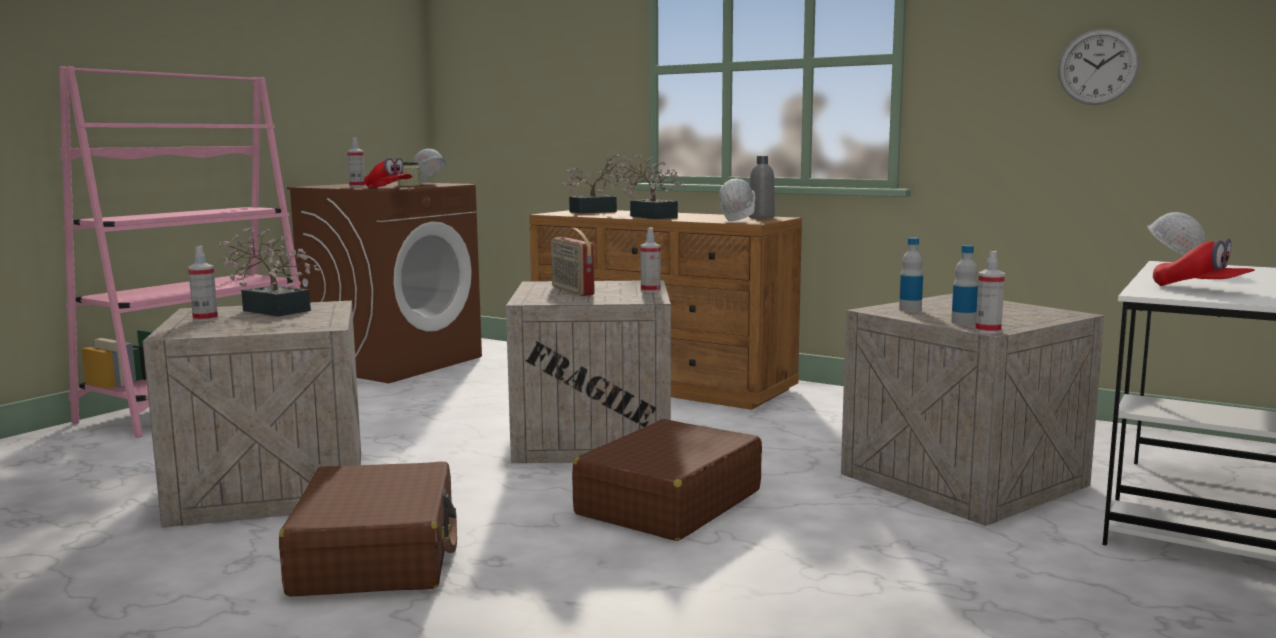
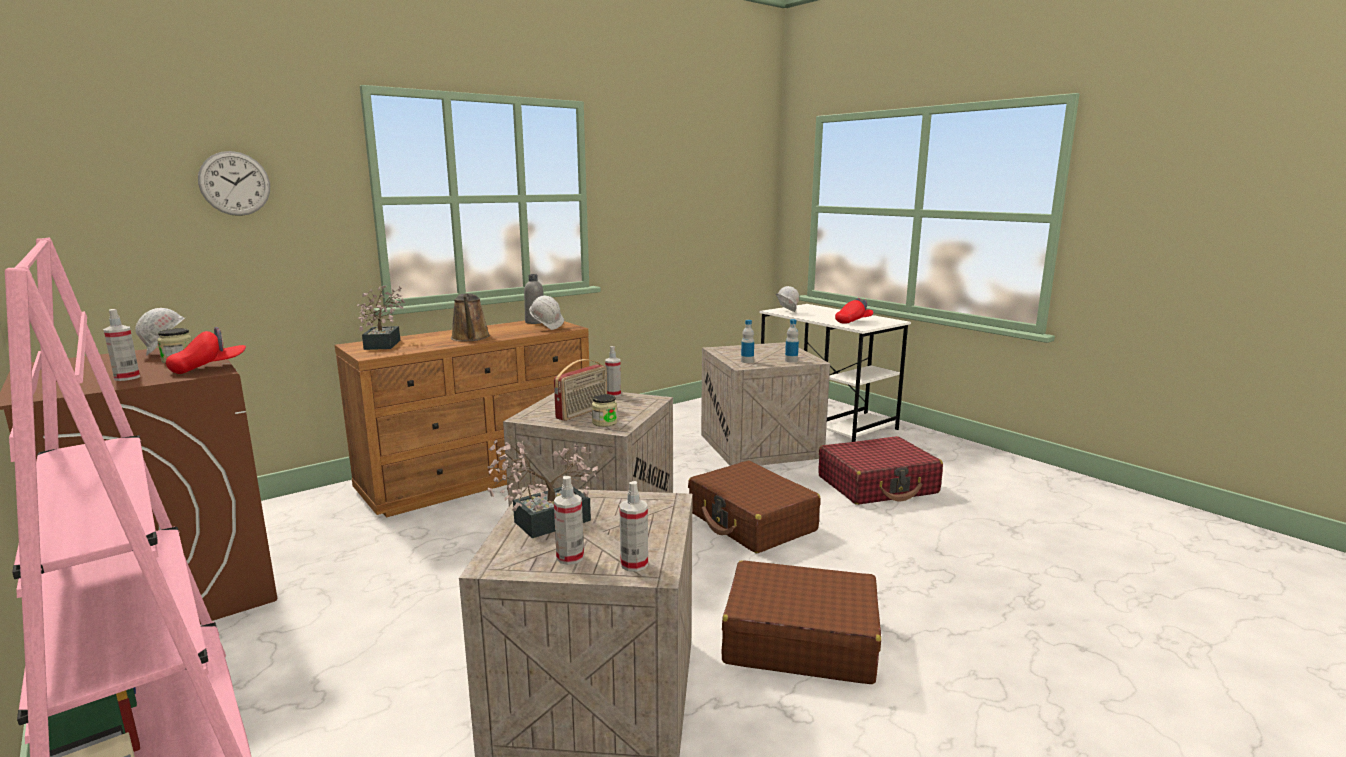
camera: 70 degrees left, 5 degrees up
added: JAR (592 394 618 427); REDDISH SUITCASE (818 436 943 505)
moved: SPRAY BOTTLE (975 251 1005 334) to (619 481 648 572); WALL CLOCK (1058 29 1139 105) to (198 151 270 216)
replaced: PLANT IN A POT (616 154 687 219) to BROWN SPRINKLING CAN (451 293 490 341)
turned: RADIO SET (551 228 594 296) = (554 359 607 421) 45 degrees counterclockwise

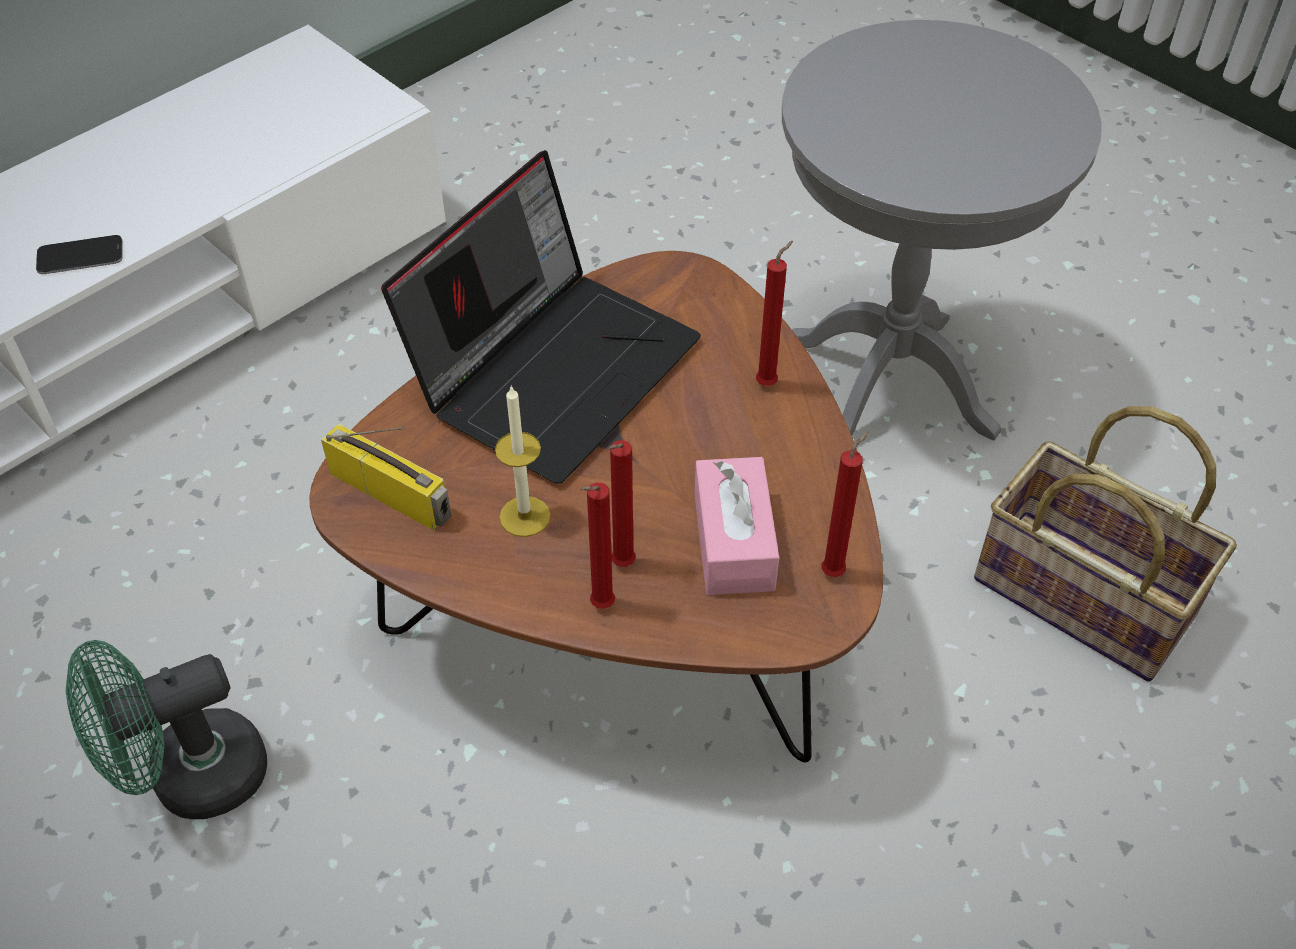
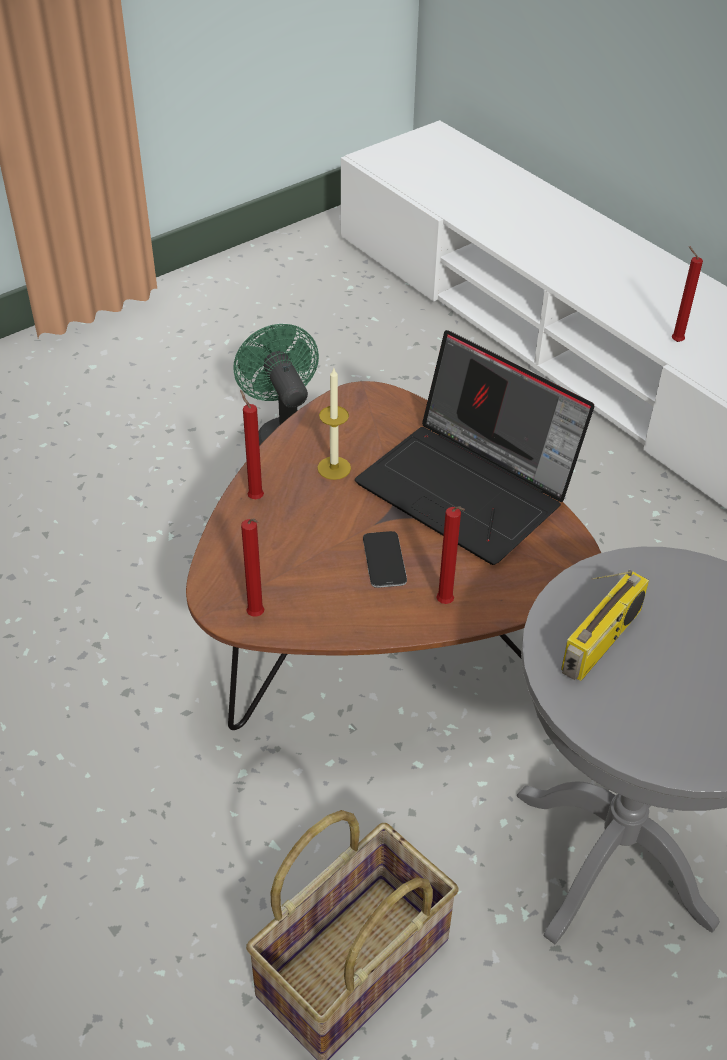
camera: 95 degrees right, 5 degrees down
removed: PINKISH BOX OF TISSUES (694 457 779 595)
moved: HANDSET (36 235 122 274) to (363 531 407 588); RADIO SET (321 424 452 530) to (561 570 649 681); REDDISH WAX LIGHT (608 440 636 567) to (672 246 703 342)

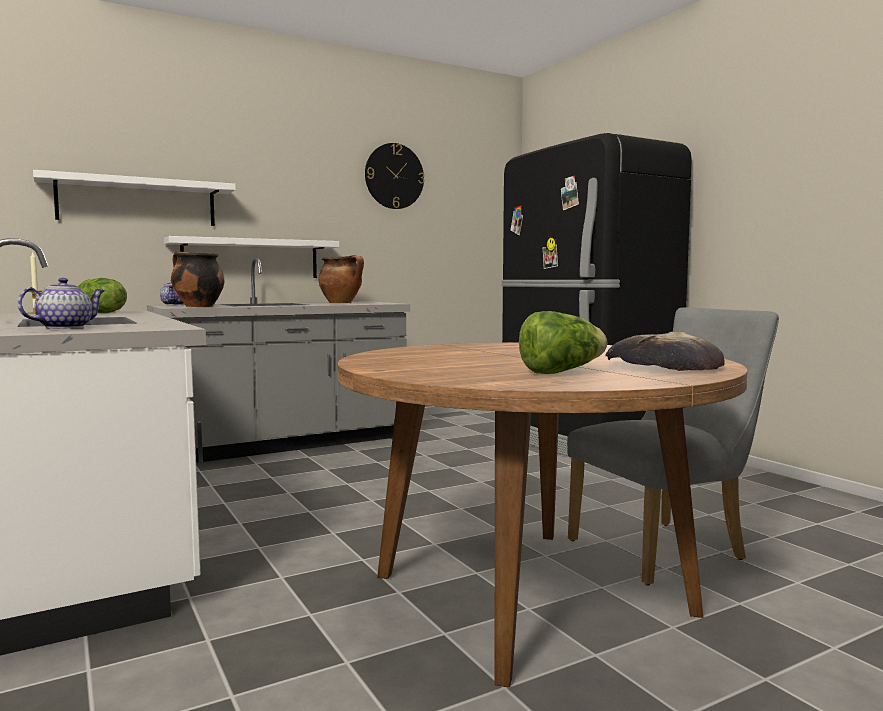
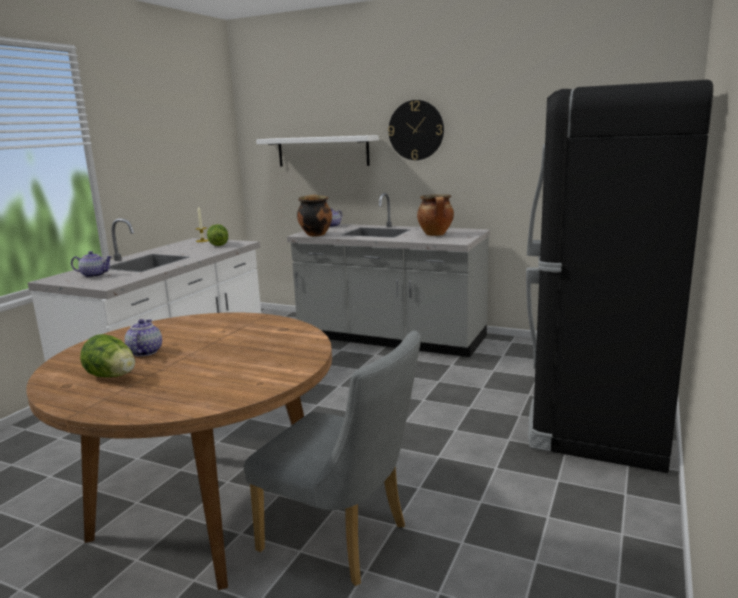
camera: 55 degrees right, 10 degrees up
removed: WHITE BRACKET SHELF (164 236 339 278); BAKERY BREAD (605 331 725 371)
added: TEA POT (125 319 162 357)
moved: WALL CLOCK (365 143 425 209) to (388 100 444 160)

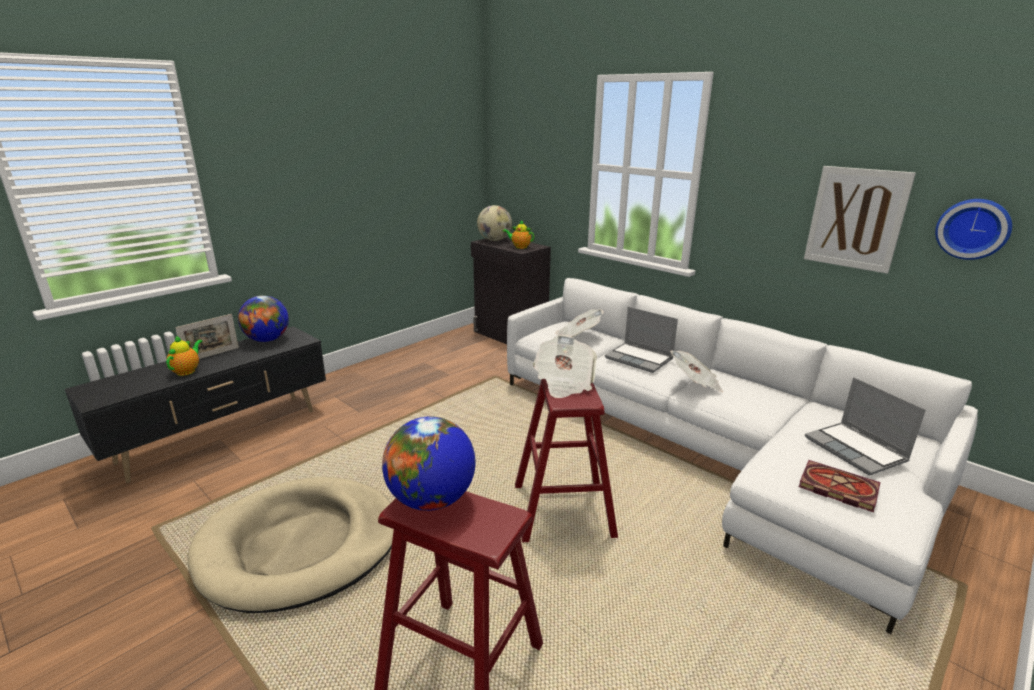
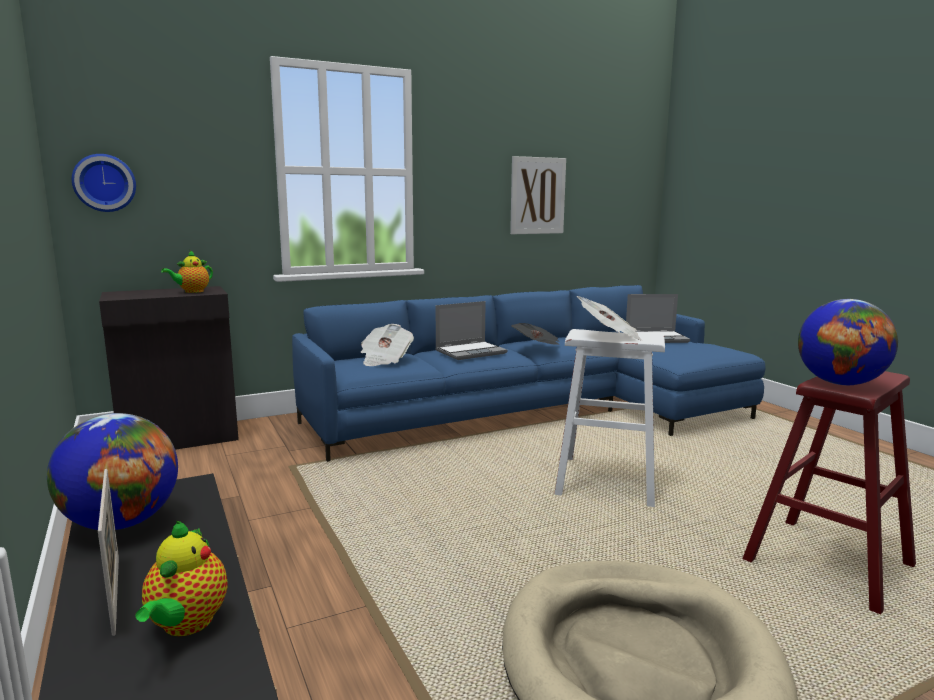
camera: 70 degrees left, 10 degrees down
removed: GLOBE (477 205 512 241); VOLUME (798 460 881 512)
moved: WALL CLOCK (935 199 1012 260) to (72 154 136 212)
recoloured: WHITE SOFA (507 278 978 634) to BLUE-COLOURED SOFA (292 285 766 462); REDDISH SITTING STOOL (515 379 618 542) to WHITE SITTING STOOL (554 329 665 507)
turned: TEA POT (166 335 203 376) = (135 521 228 636) 120 degrees counterclockwise

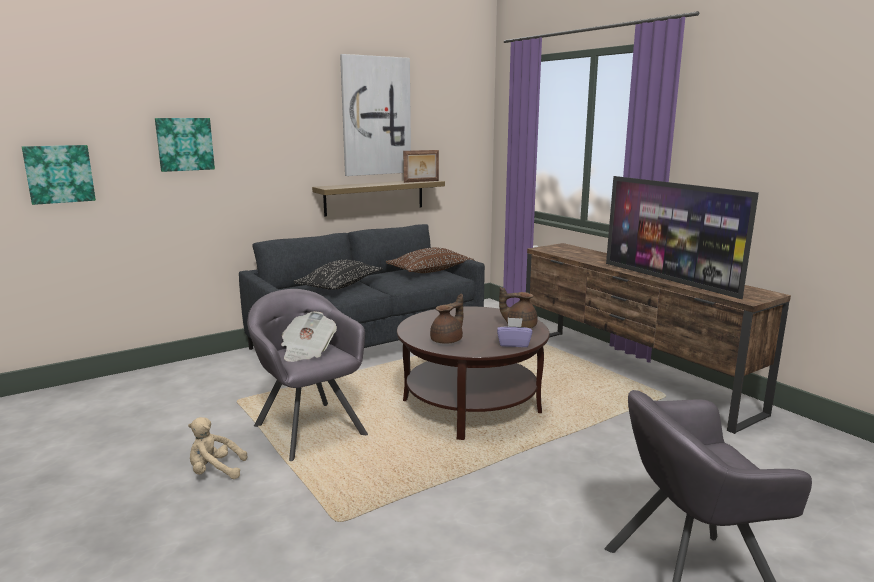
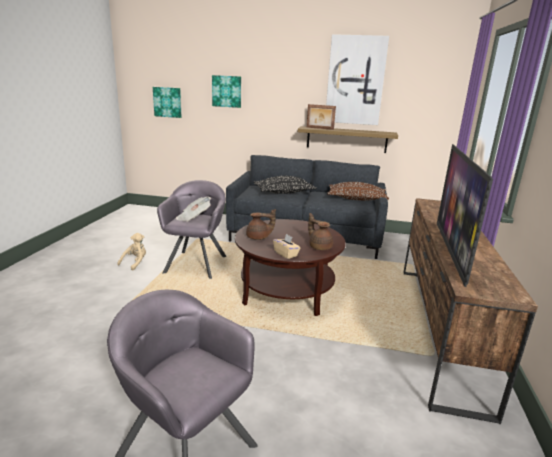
camera: 45 degrees right, 5 degrees up
moved: PHOTO FRAME (403 150 439 183) to (307 104 336 130)
recoloured: PURPLE-COLOURED BOX OF TISSUES (497 318 532 347) to BEIGE-COLOURED BOX OF TISSUES (273 234 300 259)
turned: BEIGE-COLOURED CUDDLY TOY (188 417 247 479) = (117 233 146 271) 75 degrees clockwise

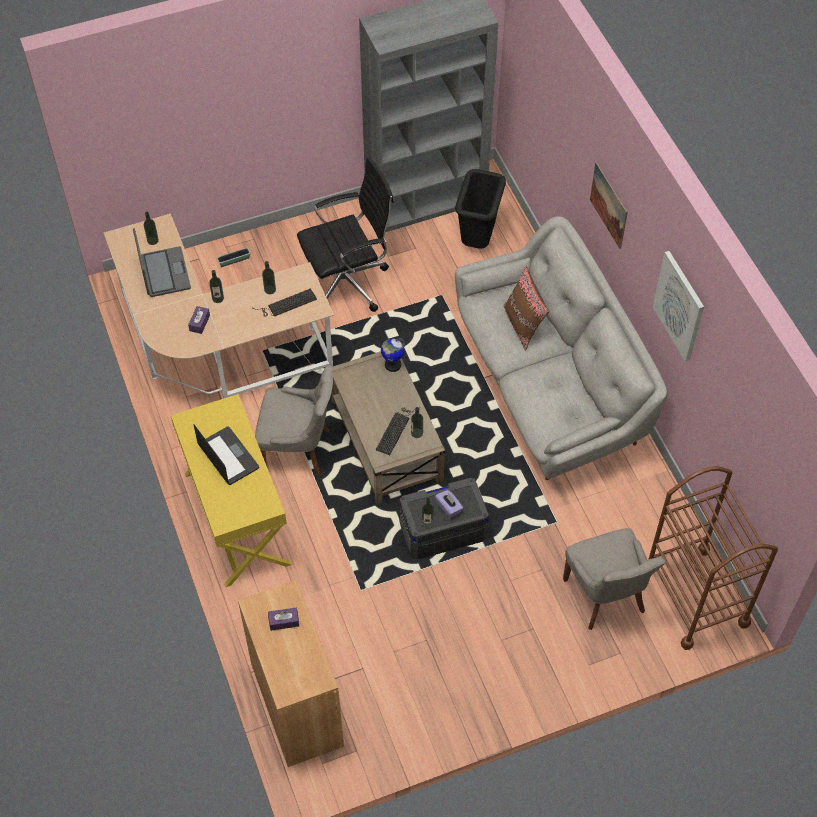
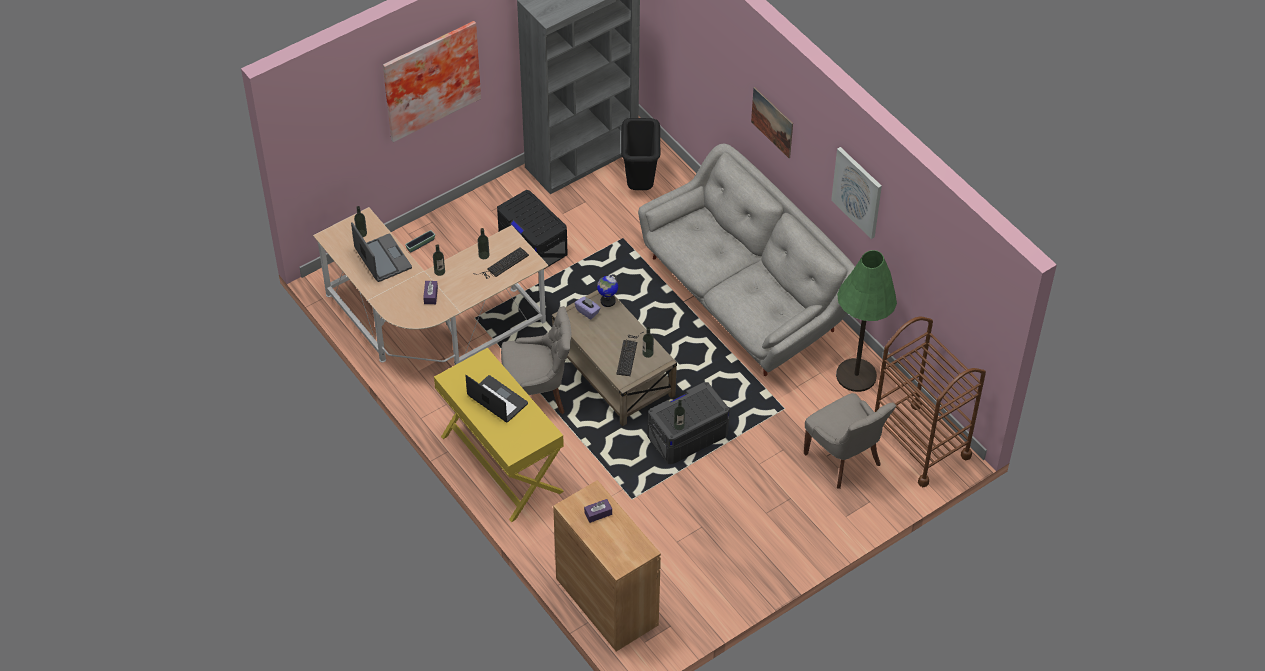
camera: 15 degrees left, 5 degrees down
removed: BROWN THROW PILLOW (504 266 549 350)
added: PICTURE (383 21 481 142); GREEN-COLOURED STANDARD LAMP (836 250 897 392)
moved: PURPLE-COLOURED BOX OF TISSUES (435 490 463 518) to (574 296 601 319)
replaced: BLACK OFFICE CHAIR (297 157 394 312) to BLACK STORAGE BIN (497 190 568 269)

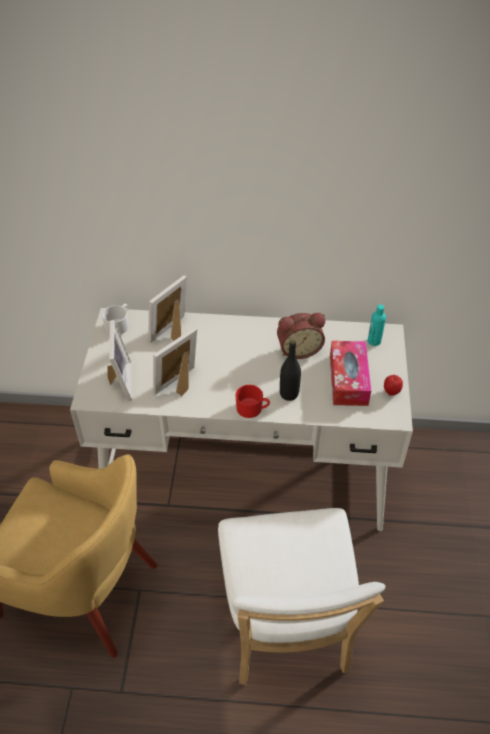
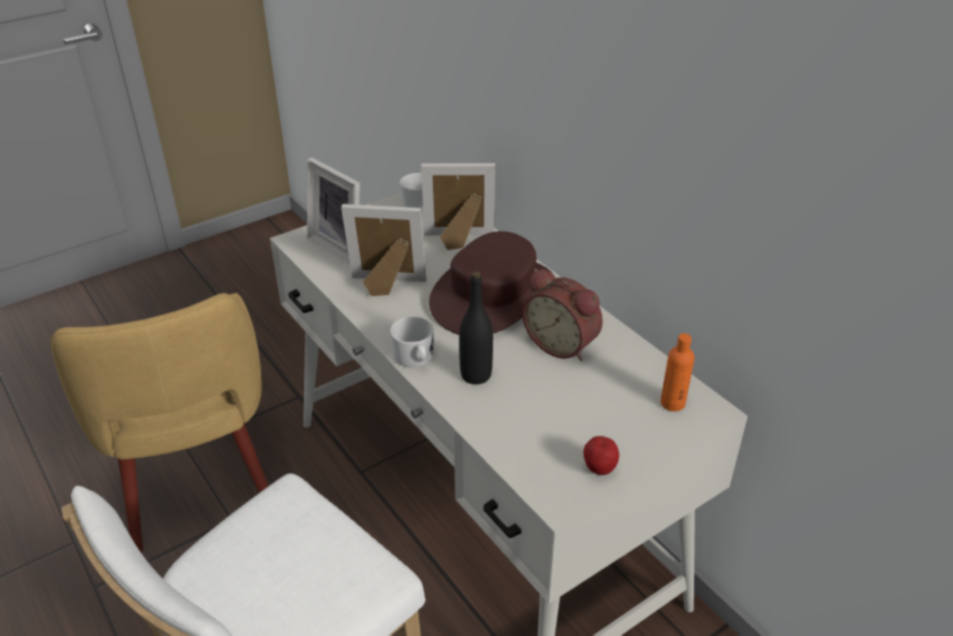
camera: 50 degrees right, 10 degrees down
removed: BOX OF TISSUES (330 341 371 406)
added: BROWN CLOTHING HAT (429 231 553 335)
recoloured: REDDISH COFFEE MUG (235 385 270 418) to WHITE COFFEE MUG (390 316 434 368); BLUE-GREEN DRINK BOTTLE (368 305 386 346) to ORANGE DRINK BOTTLE (661 333 694 411)
turned: PHOTO FRAME (107 320 132 401) = (307 158 360 264) 90 degrees clockwise

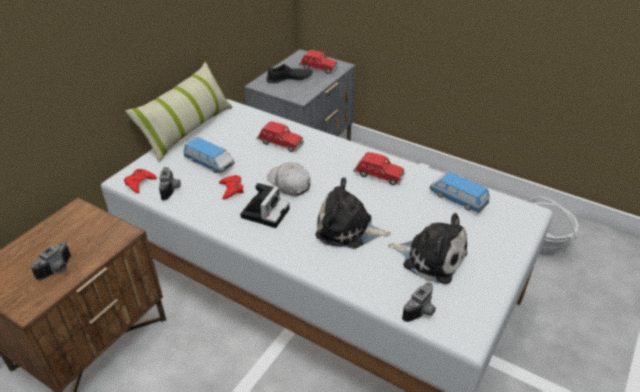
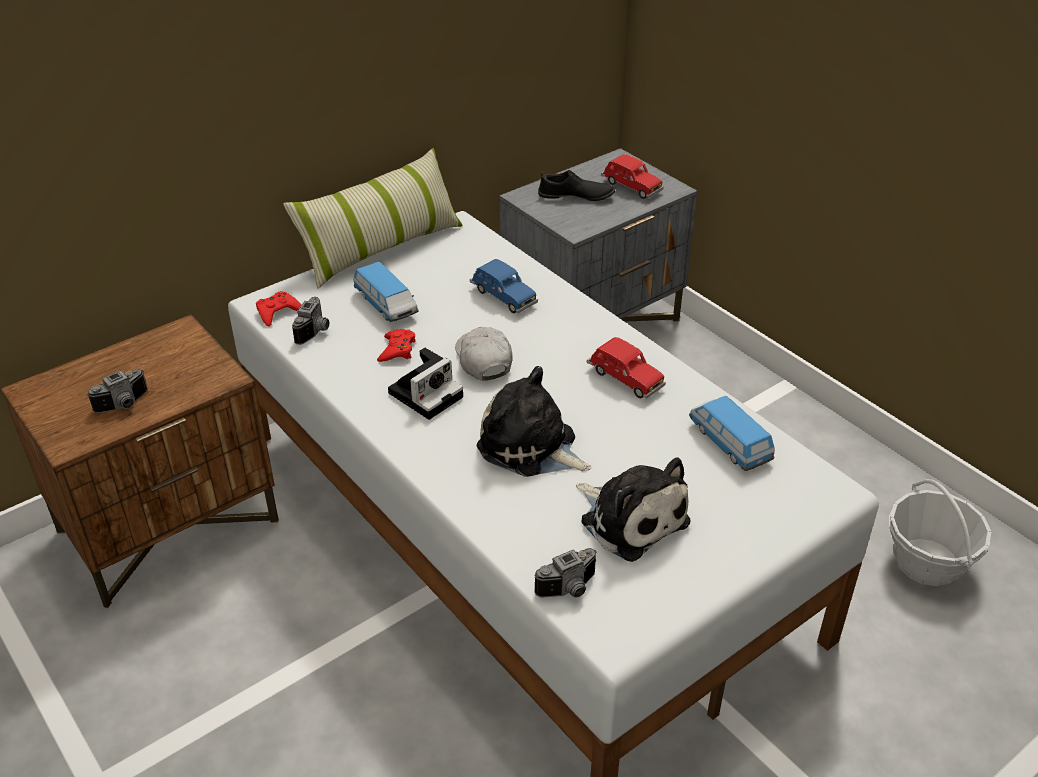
camera: 20 degrees right, 0 degrees up
recoloured: REDDISH MINIATURE CAR (256 121 304 152) to BLUE-COLOURED MINIATURE CAR (470 259 538 313)

